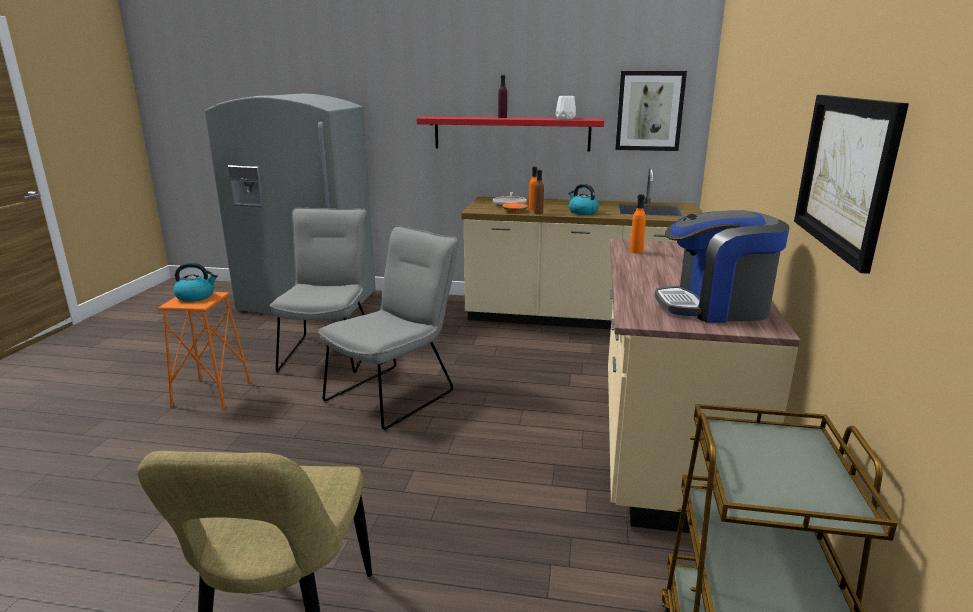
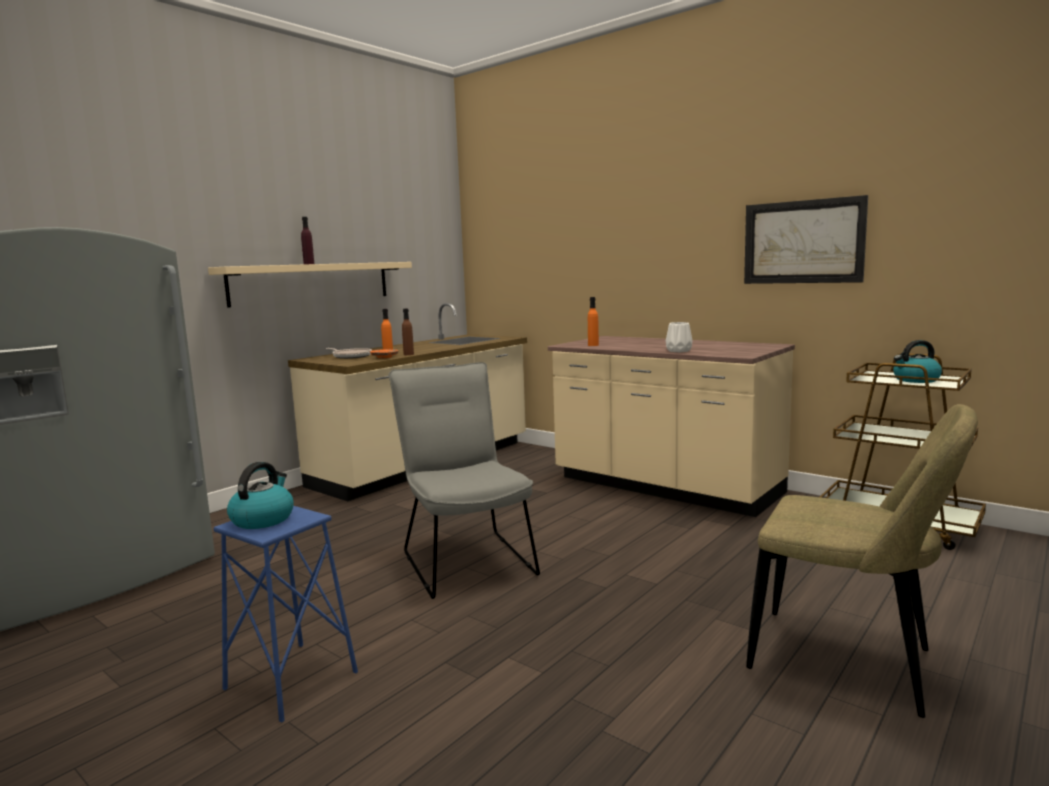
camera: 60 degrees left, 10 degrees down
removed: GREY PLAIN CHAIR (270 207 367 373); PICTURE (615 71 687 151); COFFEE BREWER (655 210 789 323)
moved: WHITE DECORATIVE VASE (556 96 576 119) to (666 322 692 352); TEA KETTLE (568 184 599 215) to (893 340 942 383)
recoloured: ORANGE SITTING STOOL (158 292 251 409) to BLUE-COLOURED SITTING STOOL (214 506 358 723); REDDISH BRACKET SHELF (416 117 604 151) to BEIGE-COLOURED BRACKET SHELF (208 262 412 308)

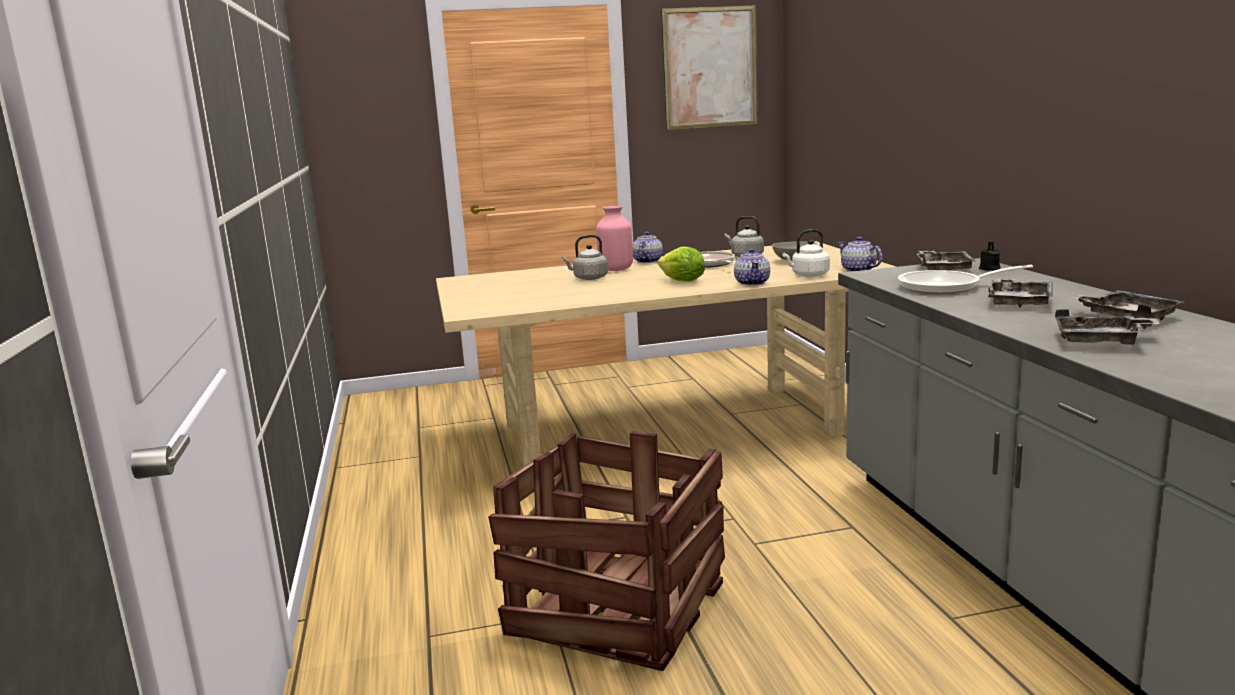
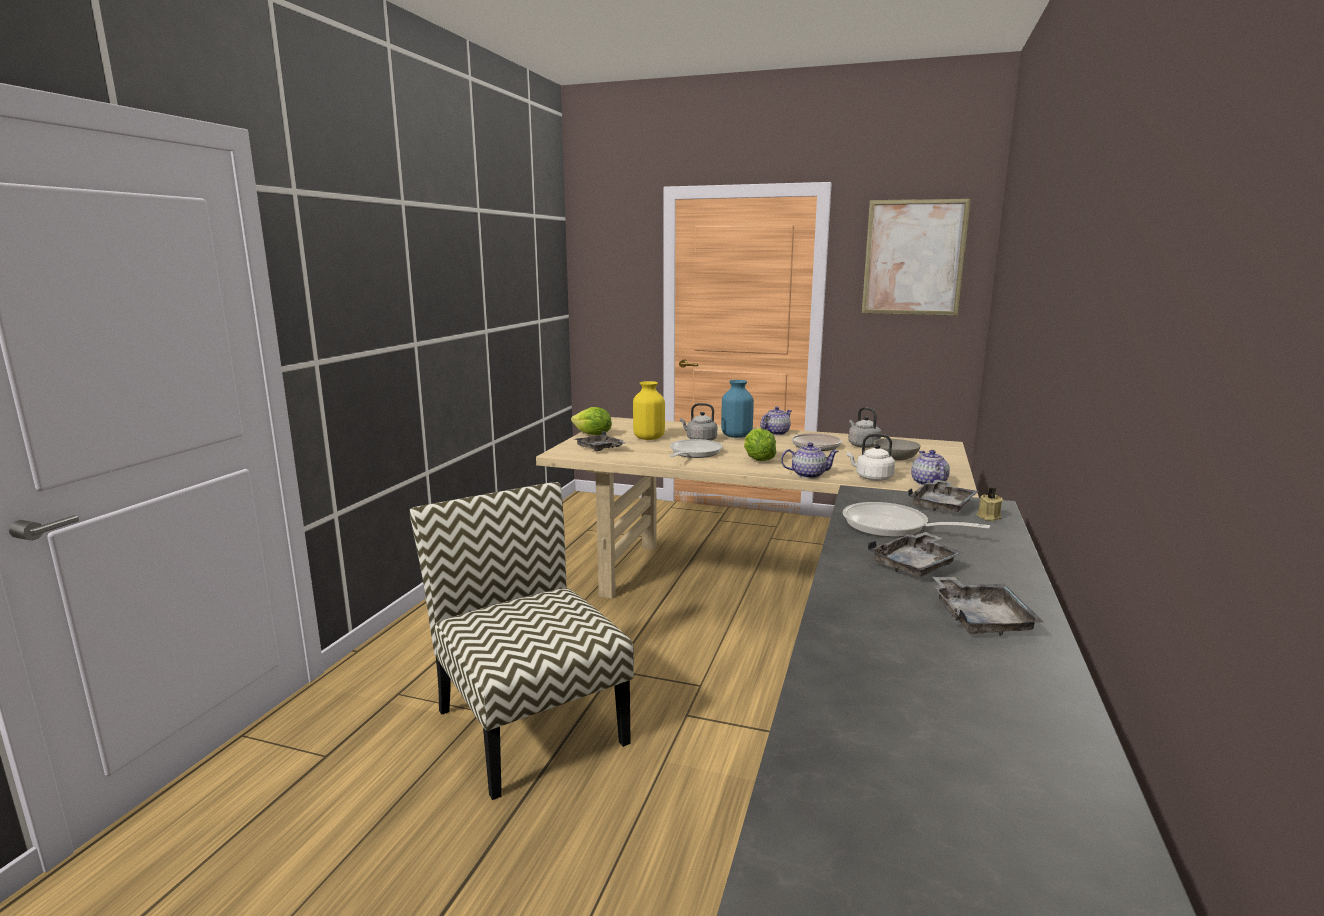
camera: 30 degrees right, 0 degrees up
added: HEAD OF LETTUCE (571 407 612 435); YELLOWISH DECORATIVE VASE (633 381 665 440); SKILLET (670 439 723 458)
moved: GREY TRAY (1055 309 1161 345) to (574 431 626 451)
replaced: SHIPPING CRATE (488 431 725 671) to PLAIN CHAIR (410 482 634 800)
recoloured: PINKISH DECORATIVE VASE (596 206 633 271) to BLUE-COLOURED DECORATIVE VASE (721 380 754 438); BLACK WAX LIGHT (979 242 1001 271) to BEIGE-COLOURED WAX LIGHT (977 488 1003 521)
turned: TEA POT (734 248 770 286) = (781 442 839 478) 120 degrees counterclockwise

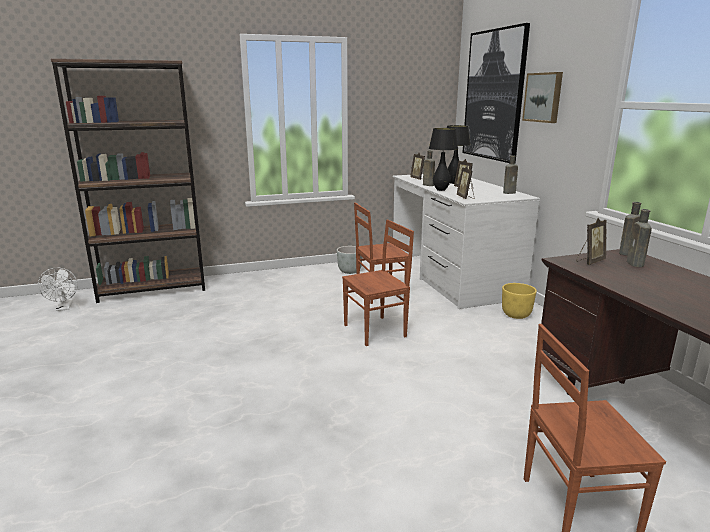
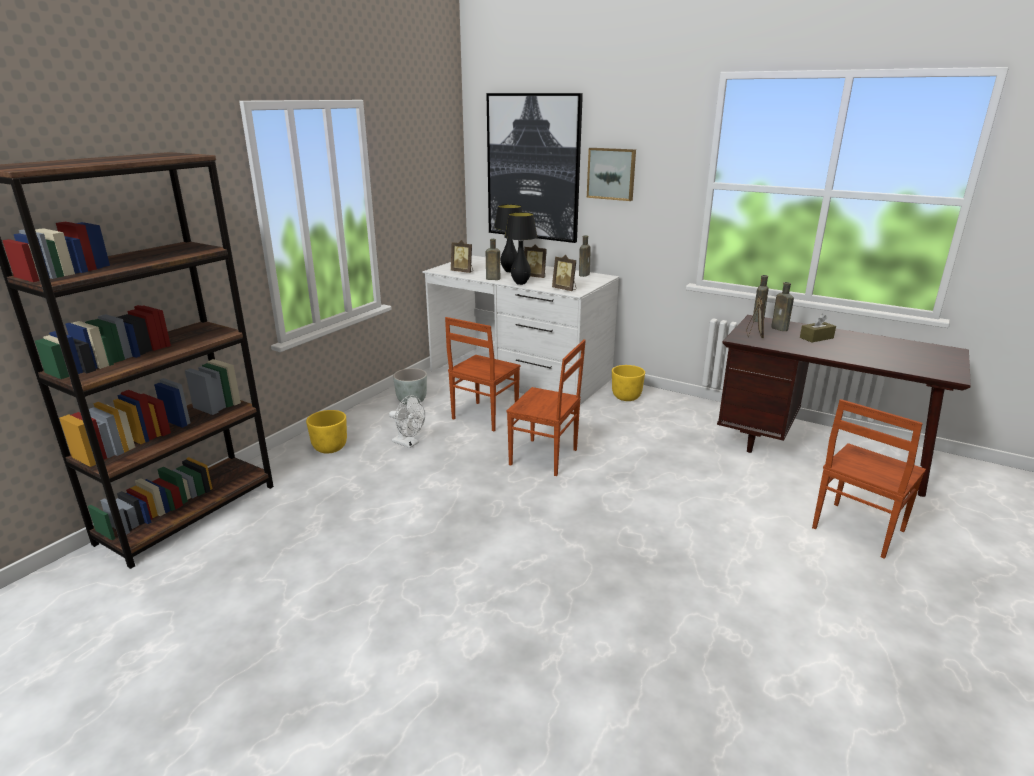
camera: 40 degrees left, 5 degrees up
added: YELLOWISH FLOWER POT (306 410 347 454); BROWN BOX OF TISSUES (800 314 836 342)
moved: WHITE COOLING FAN (38 267 78 311) to (389 395 425 448)
turned: BROWN PLAIN CHAIR (342 219 414 346) = (506 339 586 476) 90 degrees clockwise

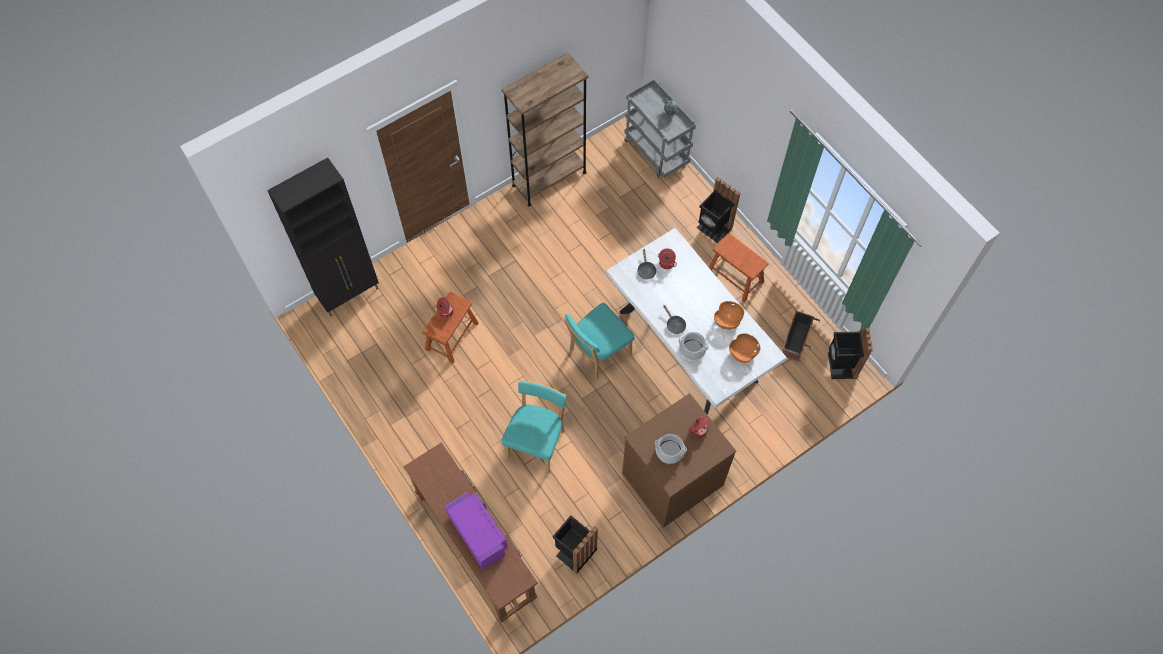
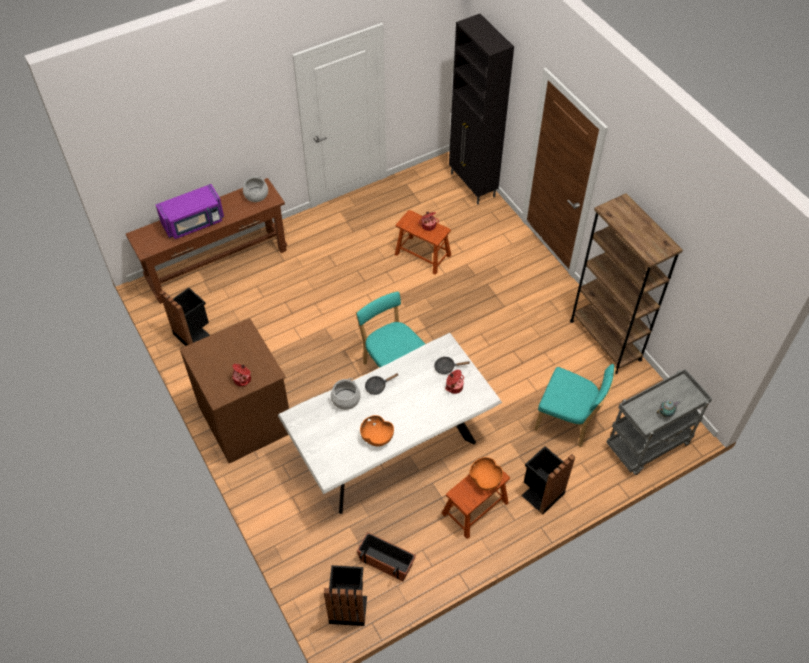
camera: 95 degrees right, 10 degrees down
moved: BLUE-GREEN PLAIN CHAIR (502 380 567 473) to (534 364 617 447); COOKING POT (655 434 687 464) to (243 176 268 202); ORANGE SERVING BOWL (729 333 761 363) to (469 457 503 490)

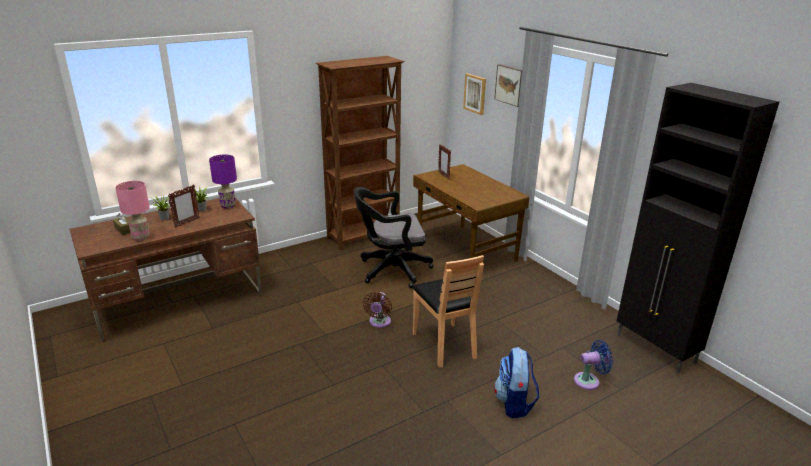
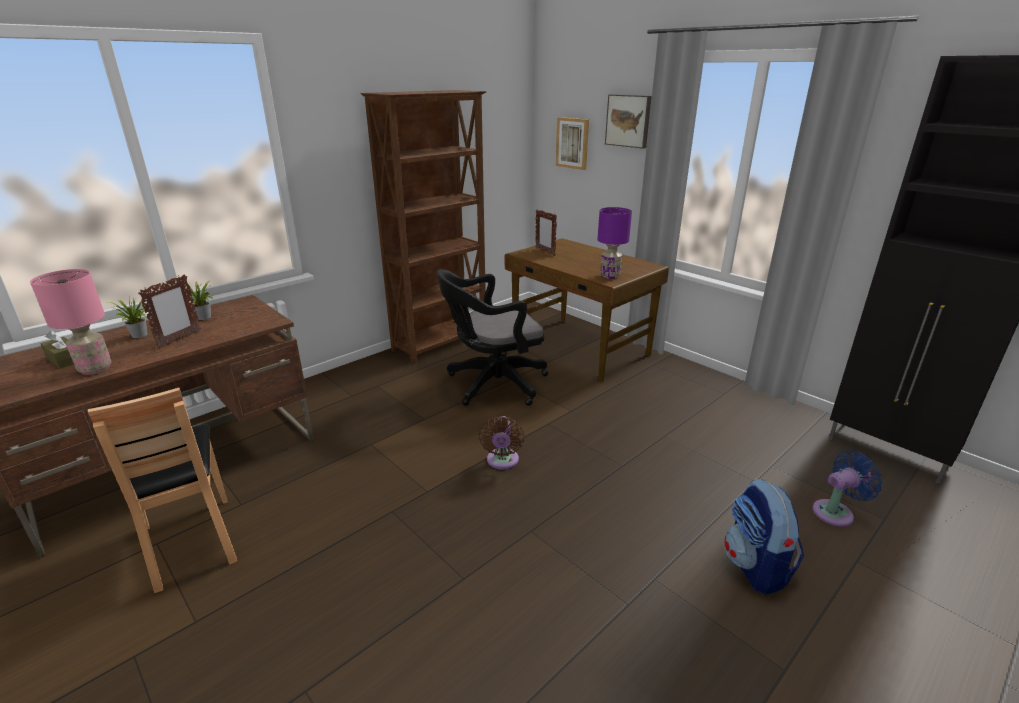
camera: 10 degrees left, 0 degrees up
moved: PURPLE-COLOURED TABLETOP LAMP (209 155 237 208) to (598 207 632 279); BROWN PLAIN CHAIR (412 255 484 368) to (88 388 237 593)

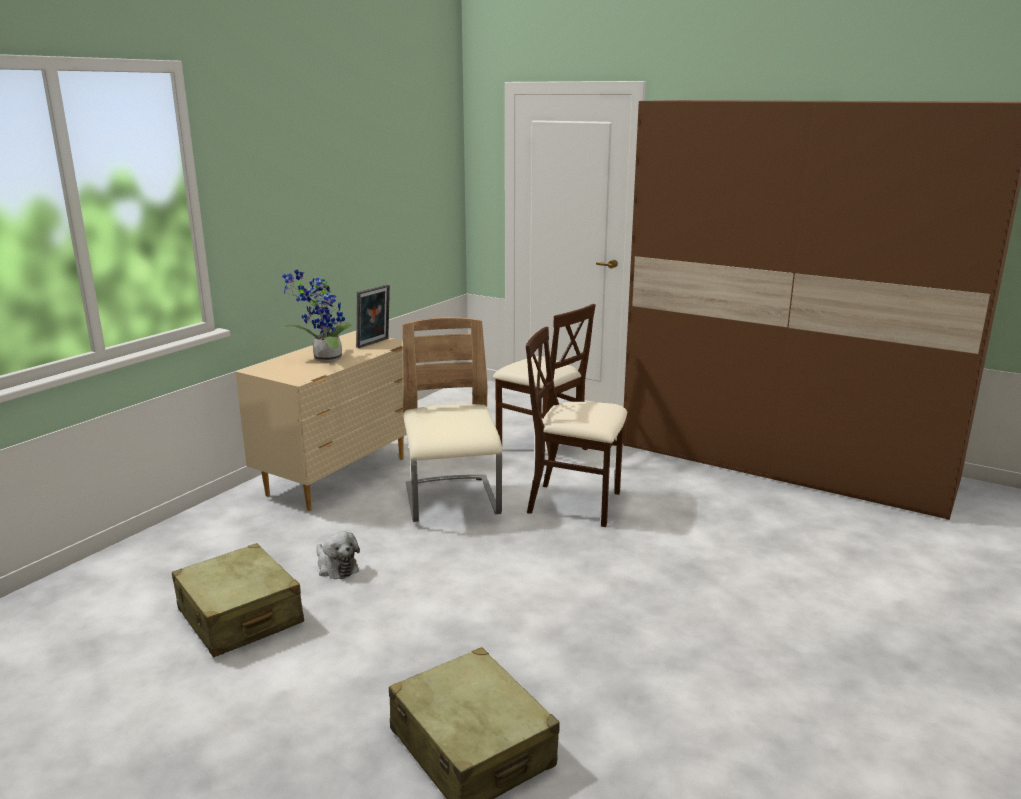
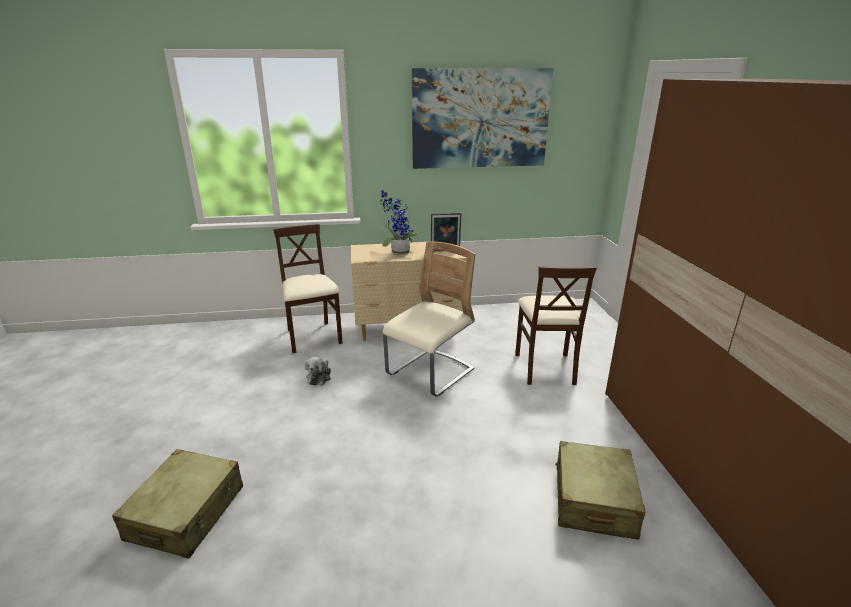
camera: 50 degrees right, 5 degrees up
added: PICTURE (412 68 554 169)
moved: BEIGE-COLOURED SUITCASE (172 543 304 657) to (555 441 646 540); BEIGE-COLOURED PLAIN CHAIR (526 327 627 527) to (273 224 343 353)

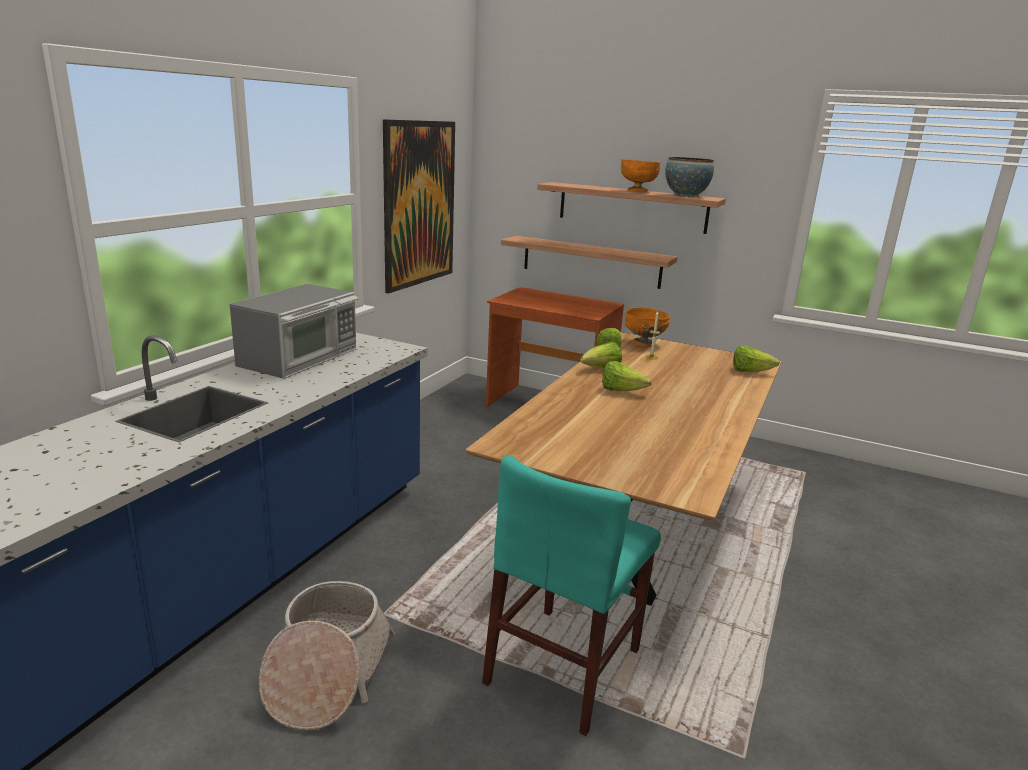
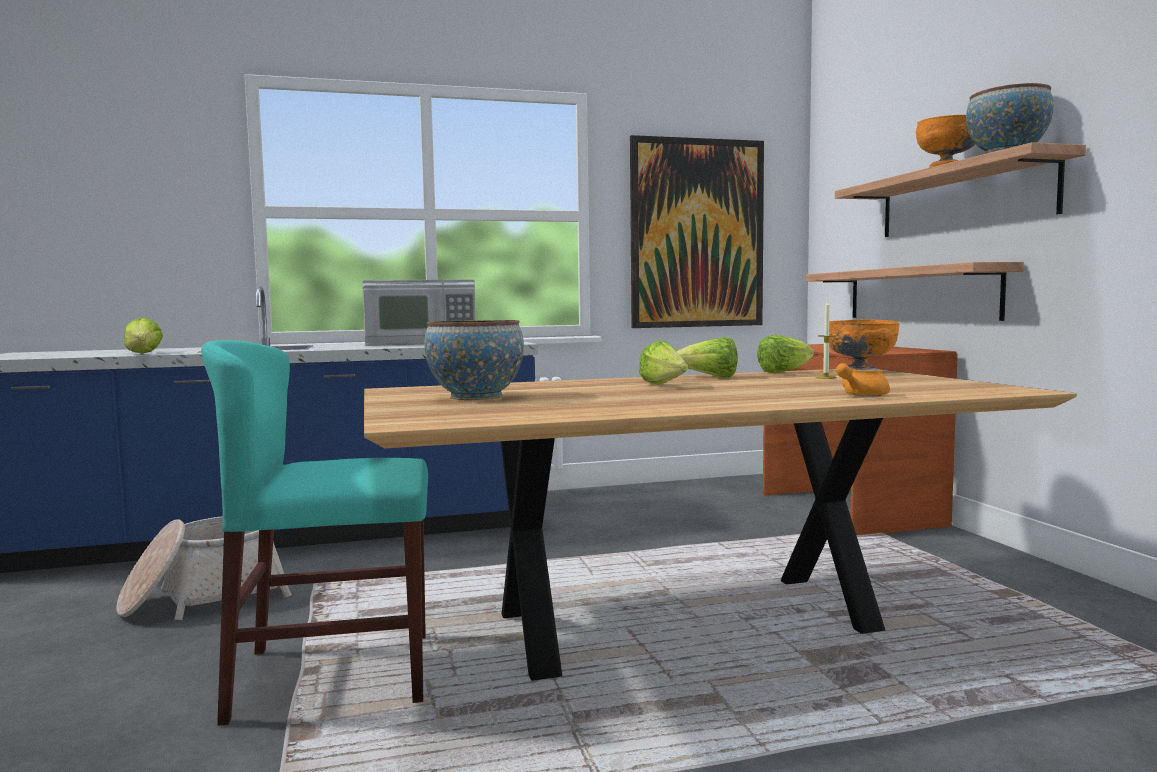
camera: 50 degrees right, 15 degrees down
added: SERVING BOWL (424 320 524 400); ORANGE TEA POT (836 363 890 397)
moved: HEAD OF LETTUCE (733 345 780 372) to (124 317 163 353)

